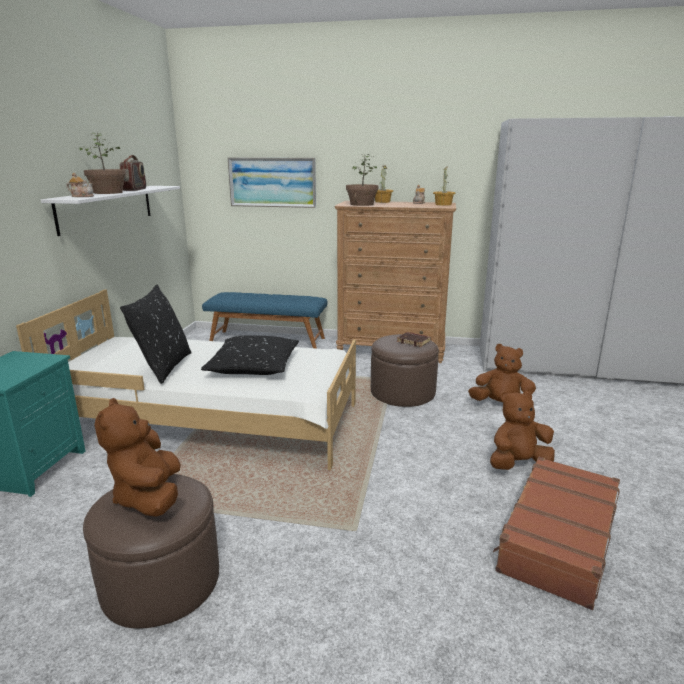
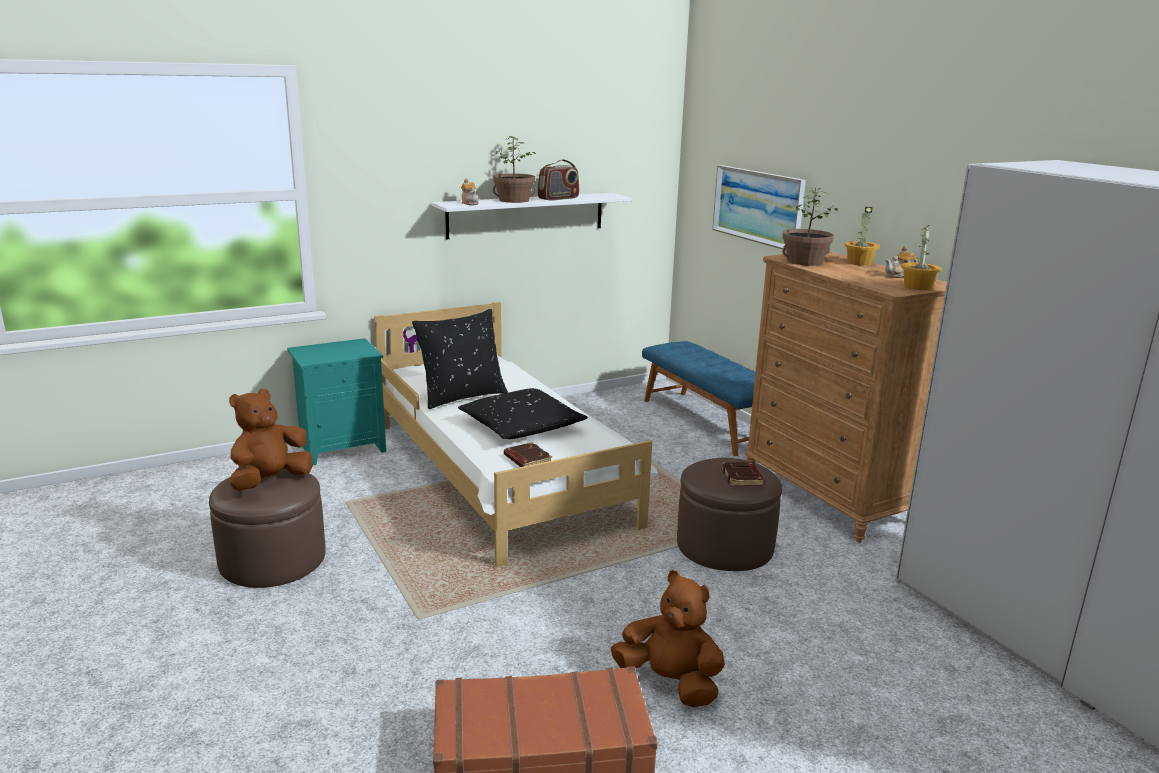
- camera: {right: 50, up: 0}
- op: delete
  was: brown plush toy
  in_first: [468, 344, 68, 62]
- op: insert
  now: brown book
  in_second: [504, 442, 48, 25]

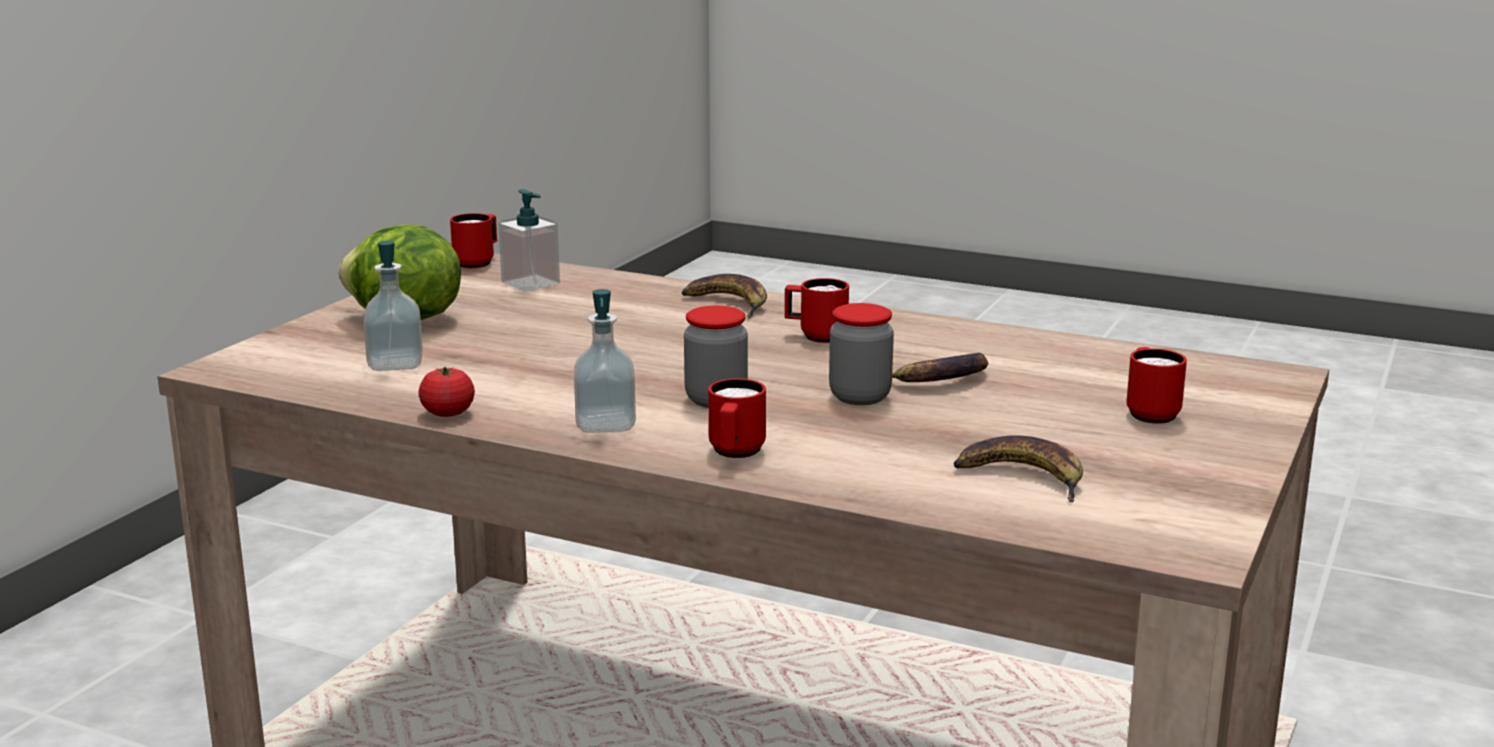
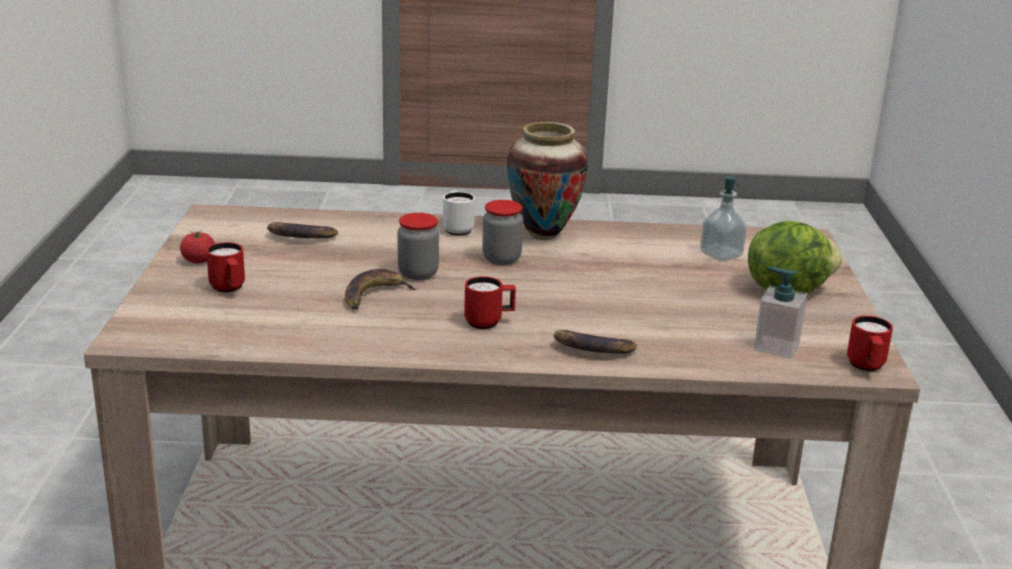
- camera: {right: 155, up: 5}
- op: replace
  was: soap dispenser
  now: vase
  in_first: [574, 289, 62, 144]
  in_second: [507, 122, 81, 118]
- op: move
  was: tomato
  in_first: [419, 367, 56, 50]
  in_second: [180, 231, 35, 32]
- op: recolor
  was: red mug
  now: white mug
  in_first: [708, 378, 58, 80]
  in_second: [443, 190, 32, 46]

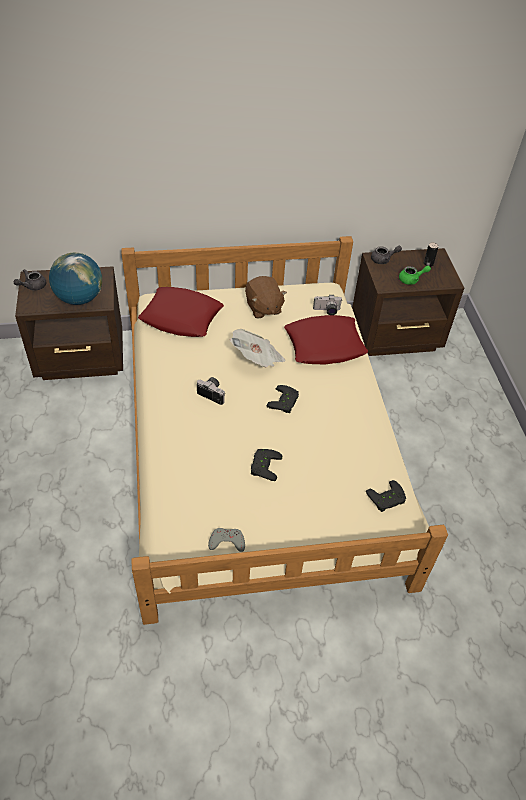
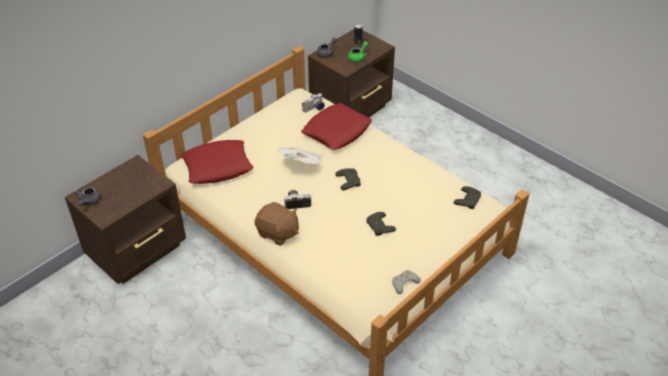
- camera: {right: -35, up: -5}
- op: delete
  was: globe
  in_first: [49, 253, 53, 52]
- op: move
  was: brown plush toy
  in_first: [245, 276, 42, 43]
  in_second: [255, 202, 44, 44]

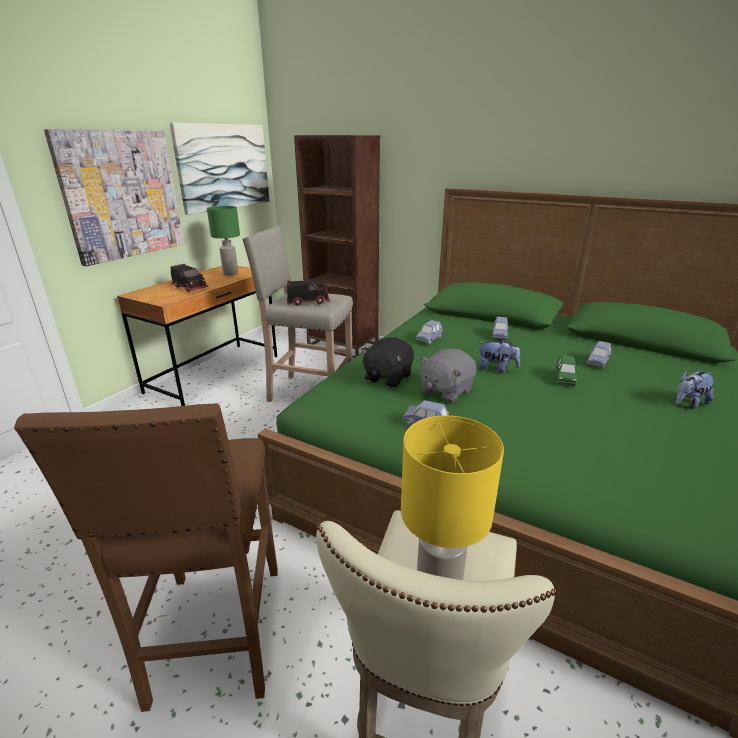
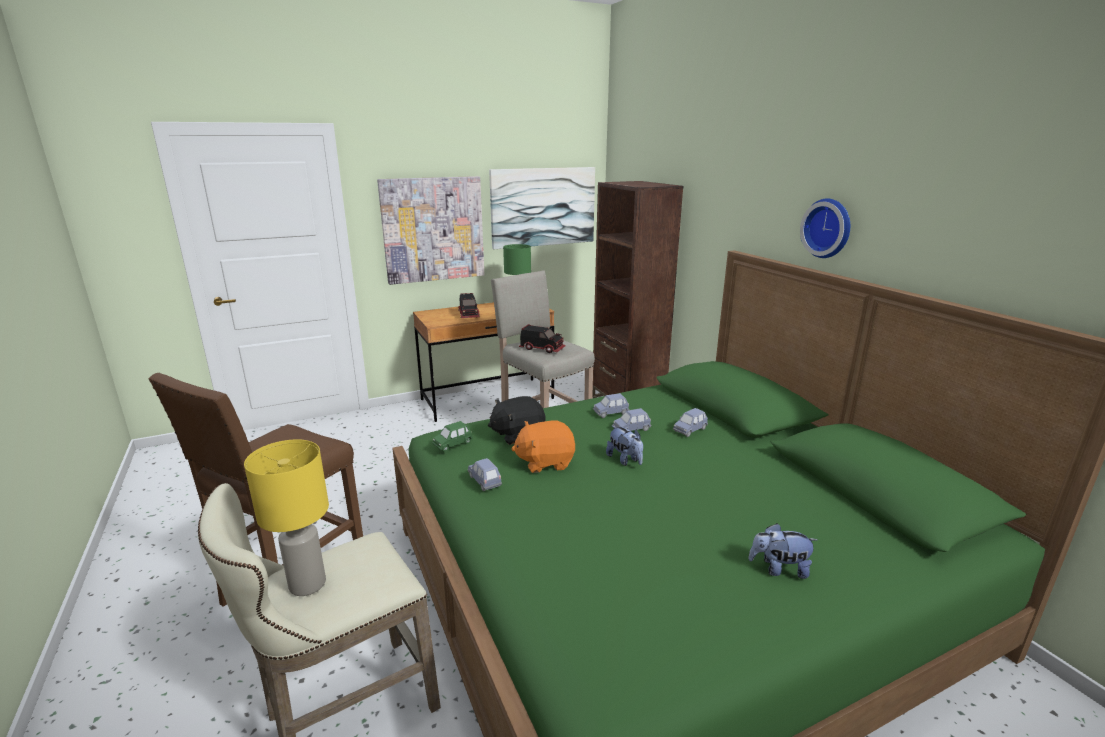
- camera: {right: 35, up: -5}
- op: move
  was: blue toy car
  in_first: [587, 341, 25, 28]
  in_second: [613, 408, 38, 23]
- op: recolor
  was: grey plush toy
  now: orange plush toy
  in_first: [419, 349, 58, 54]
  in_second: [511, 420, 64, 53]
- op: move
  was: green toy car
  in_first: [556, 355, 23, 31]
  in_second: [432, 421, 41, 31]
- op: insert
  now: wall clock
  in_second: [800, 198, 50, 60]

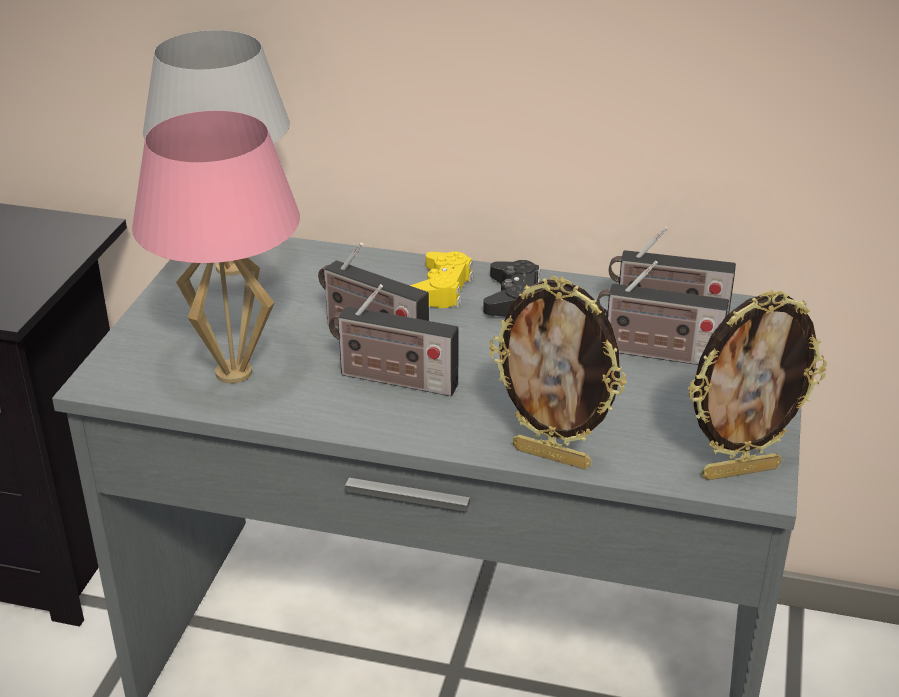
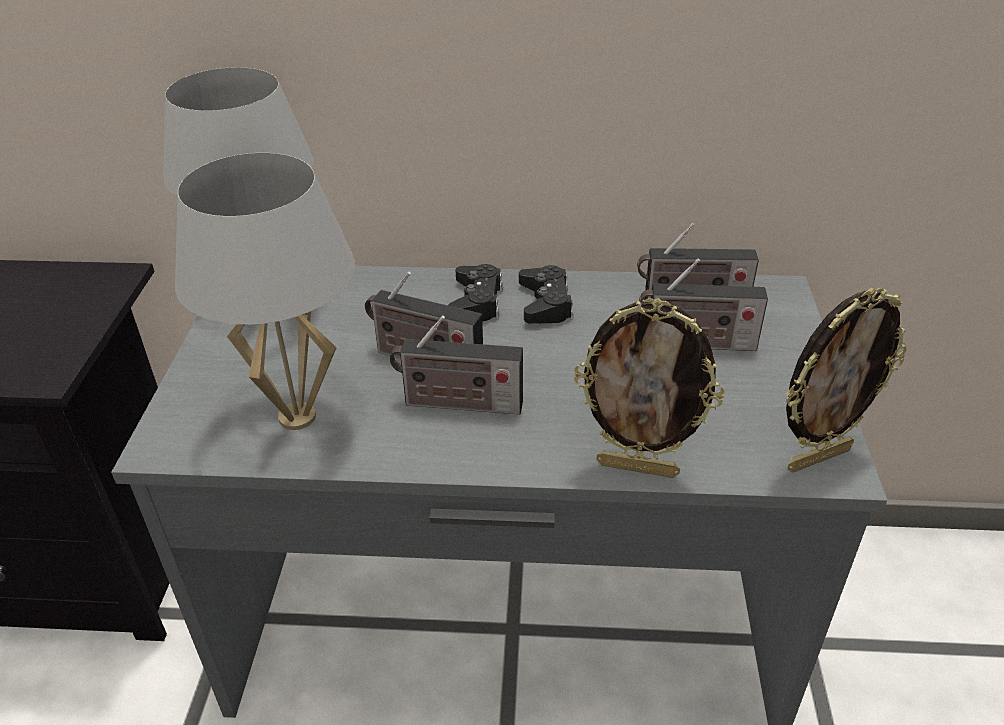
- camera: {right: -10, up: 5}
- op: recolor
  was: pink table lamp
  now: white table lamp
  in_first: [132, 111, 168, 273]
  in_second: [175, 153, 180, 277]
- op: recolor
  was: yellow game controller
  now: black game controller
  in_first: [410, 252, 63, 56]
  in_second: [448, 264, 55, 57]

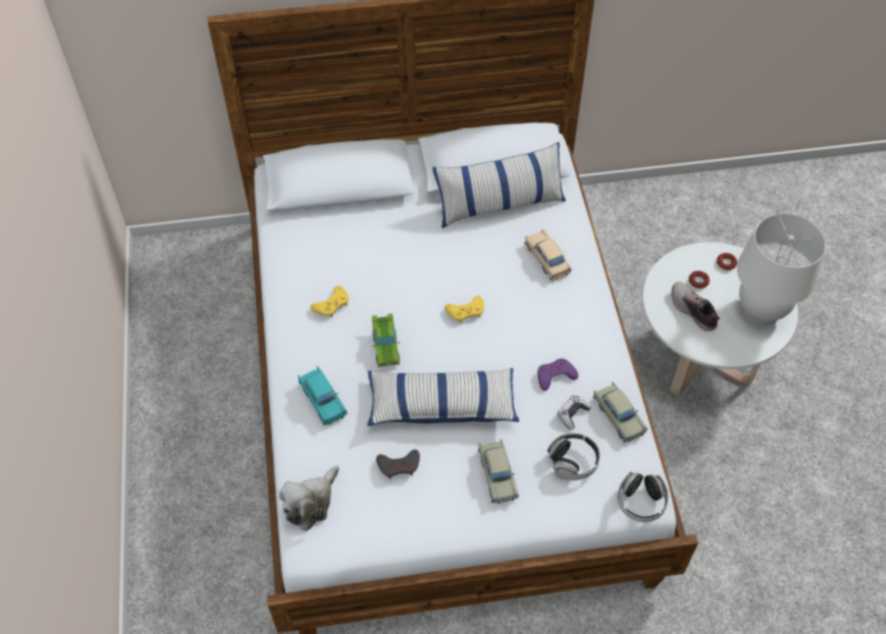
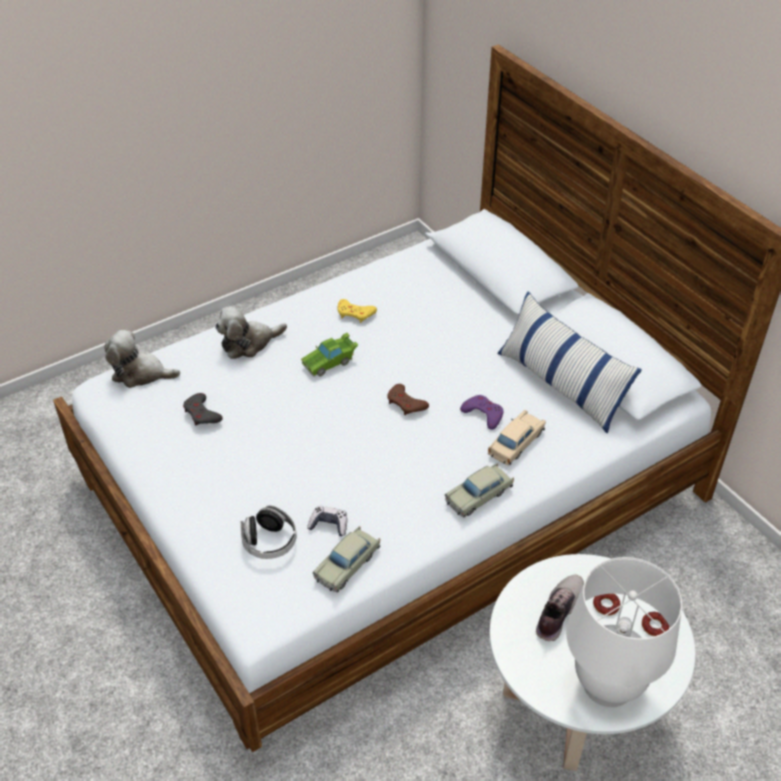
- camera: {right: 65, up: -10}
- op: recolor
  was: yellow game controller
  now: brown game controller
  in_first: [445, 296, 39, 27]
  in_second: [387, 384, 42, 31]
- op: move
  was: purple game controller
  in_first: [538, 358, 40, 33]
  in_second: [460, 395, 43, 35]
- op: replace
  was: turquoise toy car
  now: plush toy
  in_first: [298, 366, 49, 59]
  in_second: [215, 306, 72, 53]
- op: delete
  was: pillow
  in_first: [367, 368, 152, 58]
- op: move
  was: beige toy car
  in_first: [478, 439, 41, 65]
  in_second: [445, 463, 69, 54]
- op: delete
  was: headphones
  in_first: [618, 472, 50, 50]

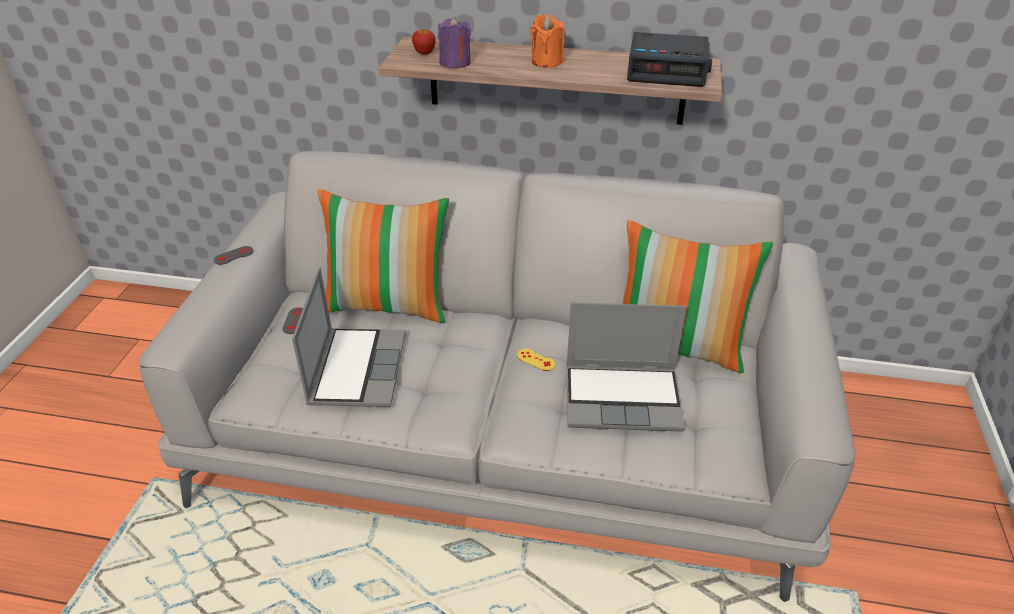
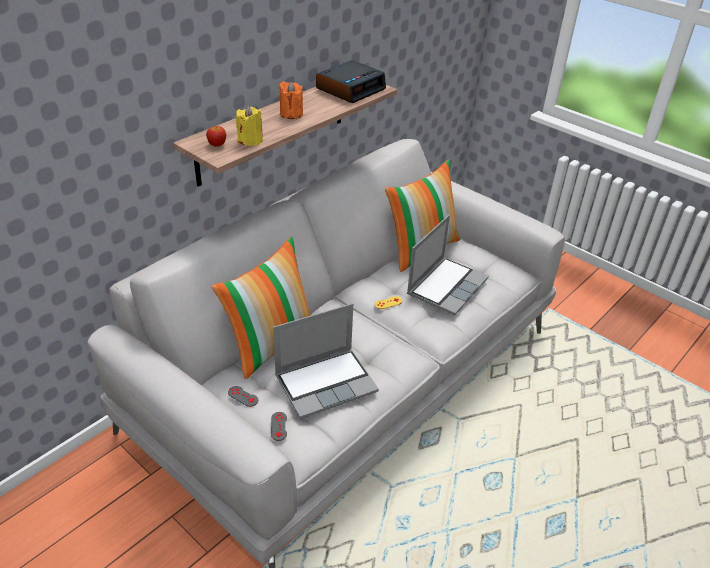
- camera: {right: -60, up: 0}
- op: recolor
  was: purple candle
  now: yellow candle
  in_first: [438, 16, 33, 52]
  in_second: [236, 106, 27, 40]
- op: move
  was: grey game controller
  in_first: [214, 246, 39, 19]
  in_second: [271, 412, 16, 29]
- op: rotate
  was: laptop
  in_first: [292, 267, 114, 140]
  in_second: [273, 303, 106, 116]
  clockwise: 120

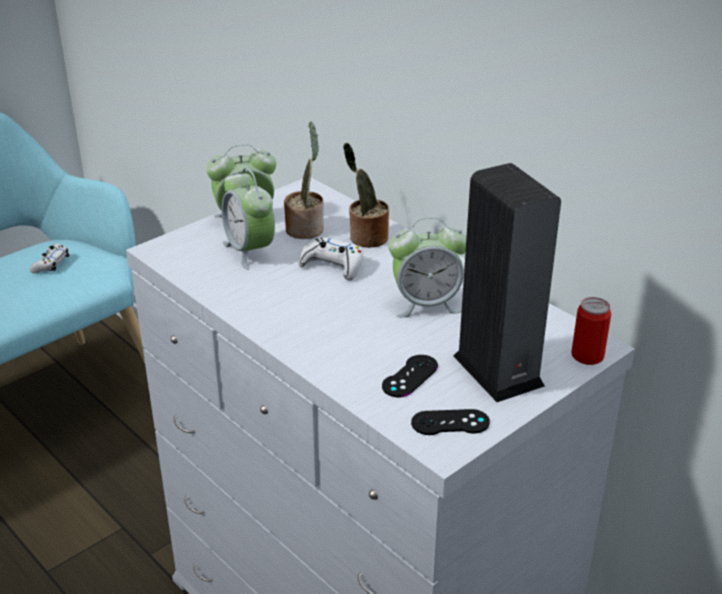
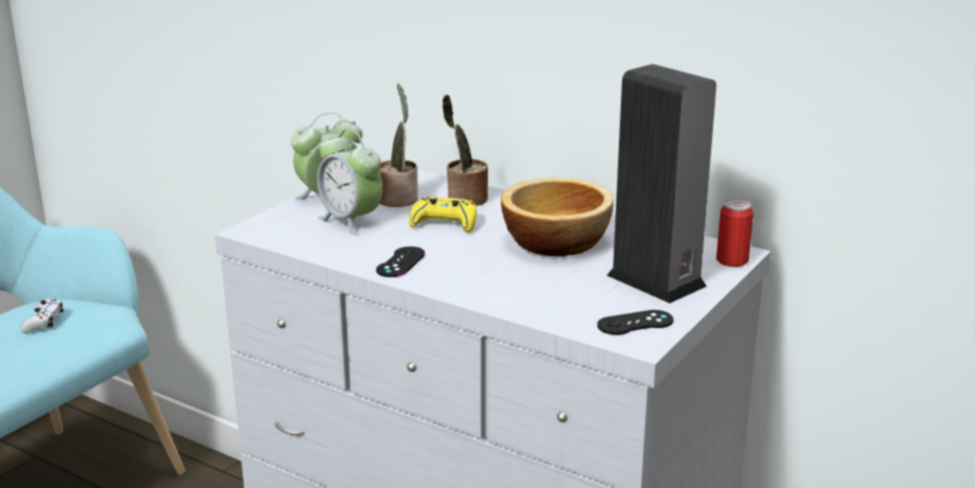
- camera: {right: -15, up: -10}
- op: replace
  was: alarm clock
  now: bowl
  in_first: [388, 217, 78, 100]
  in_second: [501, 178, 113, 79]
- op: recolor
  was: white game controller
  now: yellow game controller
  in_first: [298, 237, 65, 43]
  in_second: [409, 197, 68, 35]
- op: move
  was: black game controller
  in_first: [382, 355, 56, 42]
  in_second: [376, 246, 49, 31]

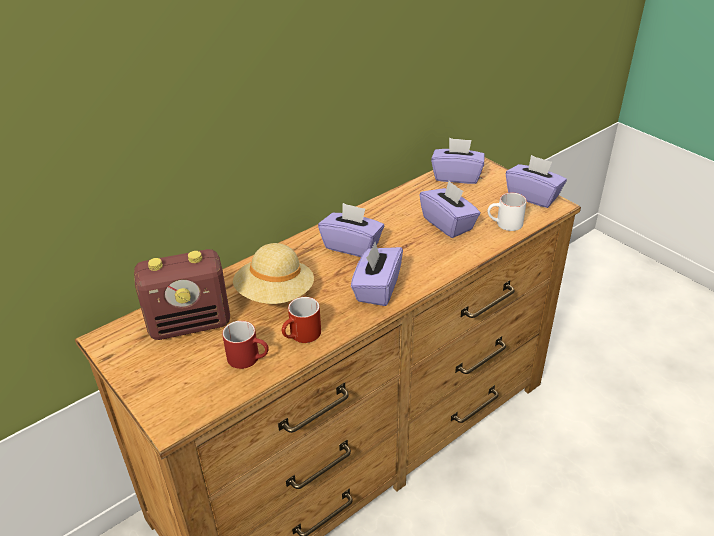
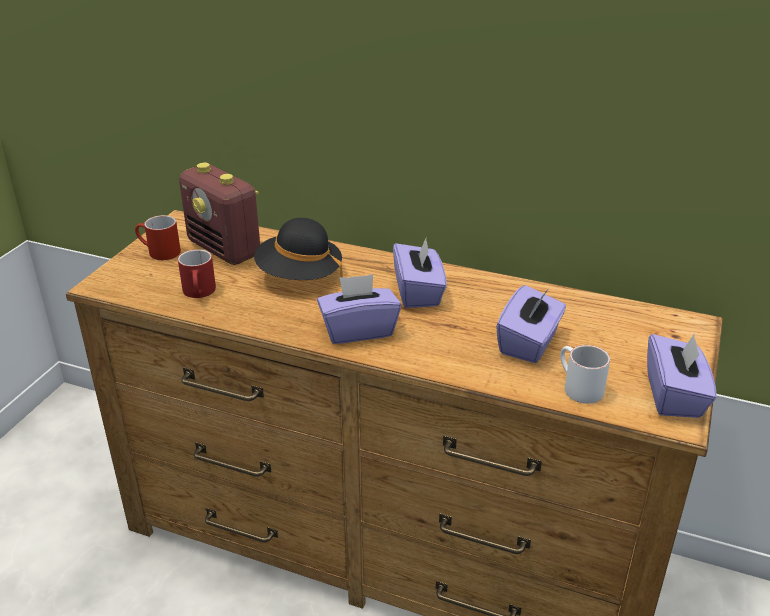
- camera: {right: 60, up: -5}
- op: delete
  was: purple tissue box
  in_first: [431, 138, 54, 46]
- op: recolor
  was: beige hat
  now: black hat
  in_first: [233, 243, 81, 61]
  in_second: [254, 218, 89, 62]
- op: move
  was: red mug
  in_first: [282, 297, 39, 46]
  in_second: [135, 215, 46, 45]

